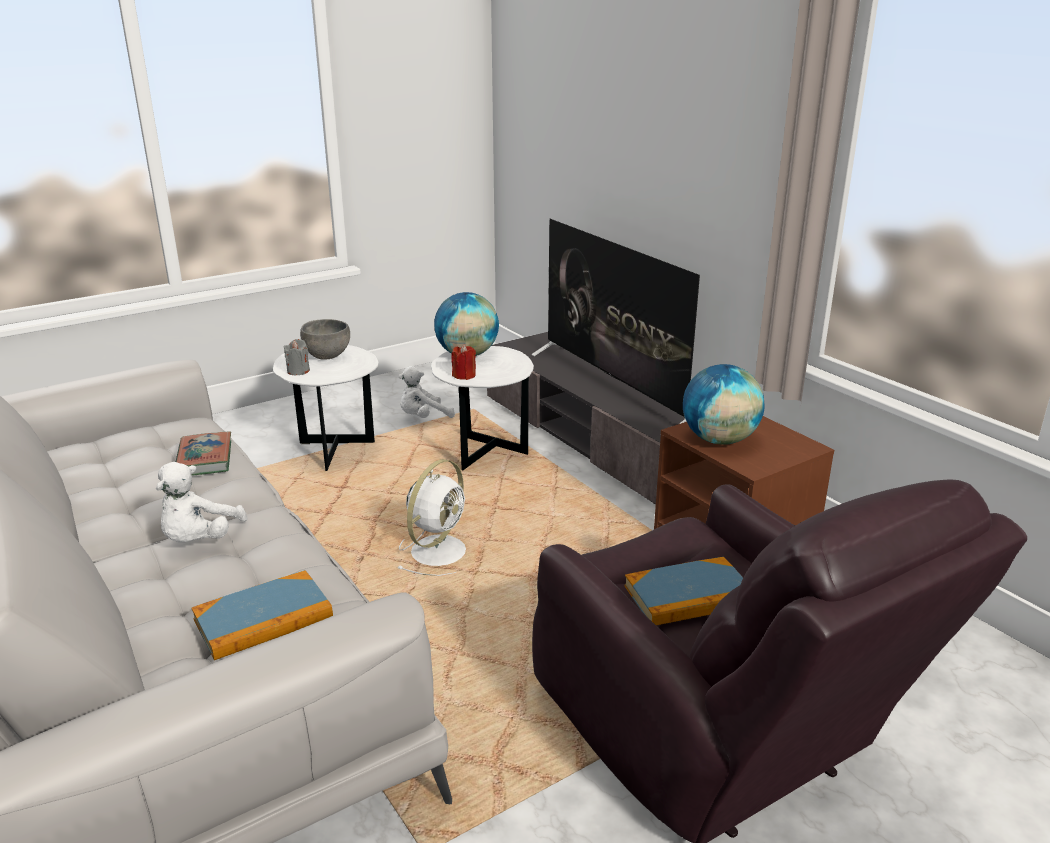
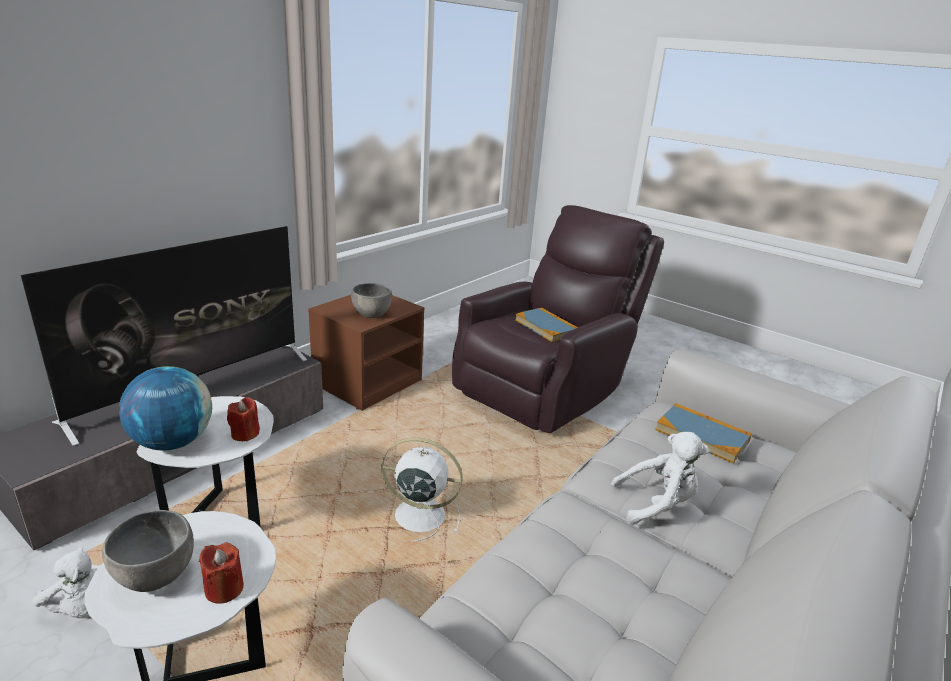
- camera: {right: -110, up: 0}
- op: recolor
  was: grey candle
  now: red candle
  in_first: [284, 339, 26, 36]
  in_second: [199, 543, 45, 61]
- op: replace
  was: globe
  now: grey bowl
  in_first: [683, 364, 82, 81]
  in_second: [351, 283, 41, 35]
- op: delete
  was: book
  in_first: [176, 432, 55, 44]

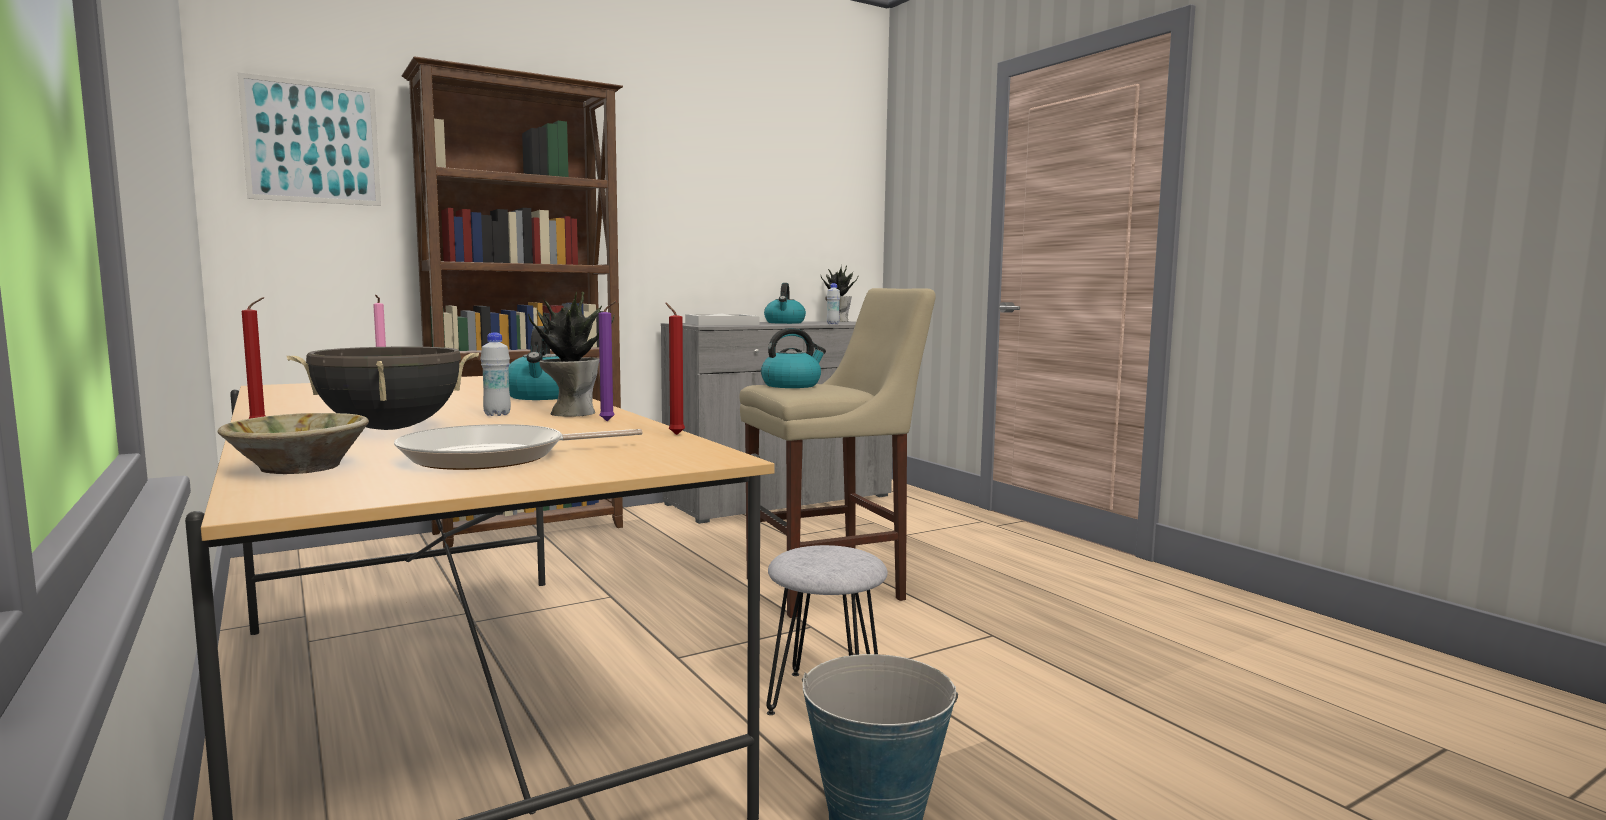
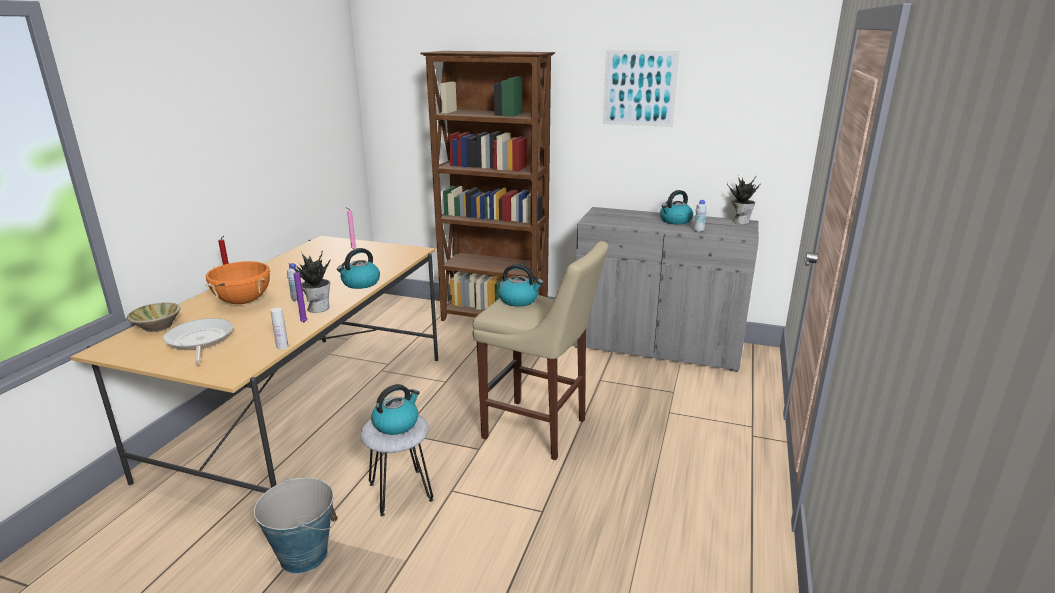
- camera: {right: 50, up: 15}
- op: move
  was: picture
  in_first: [238, 72, 143, 134]
  in_second: [603, 50, 76, 77]
- op: replace
  was: red candle
  now: white bottle
  in_first: [665, 302, 20, 133]
  in_second: [271, 308, 18, 42]
- op: delete
  was: white tray
  in_first: [685, 313, 75, 12]
- op: recolor
  was: black cooking pot
  now: orange cooking pot
  in_first: [287, 346, 192, 84]
  in_second: [205, 261, 65, 43]
- op: rotate
  was: frying pan
  in_first: [394, 424, 249, 46]
  in_second: [163, 318, 70, 47]
  clockwise: 45
- op: insert
  now: kettle
  in_second: [371, 384, 48, 51]

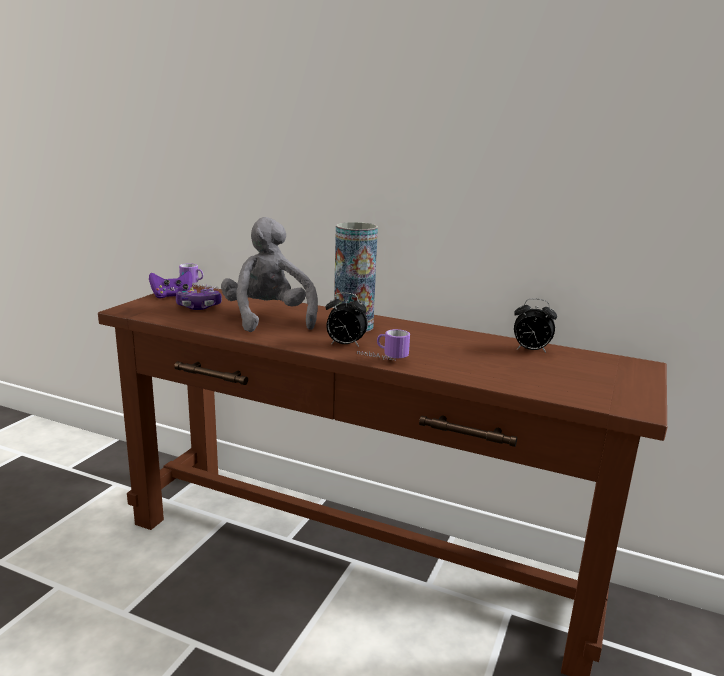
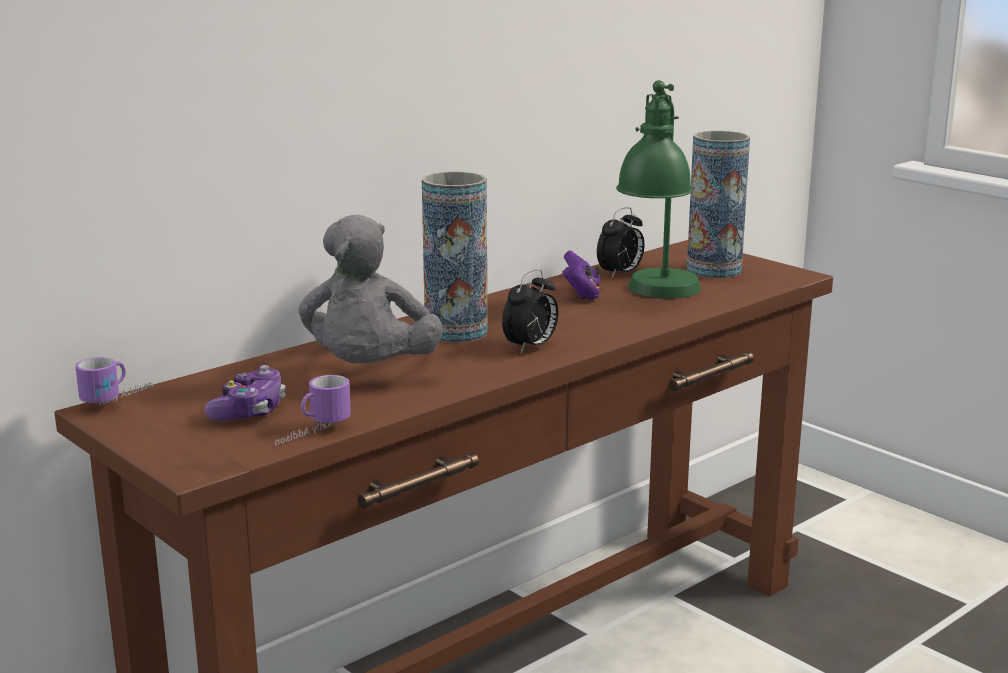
- camera: {right: -65, up: 0}
- op: rotate
  was: grey plush toy
  in_first: [221, 217, 97, 115]
  in_second: [298, 214, 145, 150]
  clockwise: -90
- op: move
  was: purple game controller
  in_first: [149, 271, 44, 28]
  in_second: [562, 250, 39, 50]
- op: move
  was: mug
  in_first: [357, 329, 53, 31]
  in_second: [275, 375, 76, 71]
- op: insert
  now: green table lamp
  in_second: [616, 80, 85, 219]
- op: insert
  now: vase
  in_second: [687, 131, 63, 147]

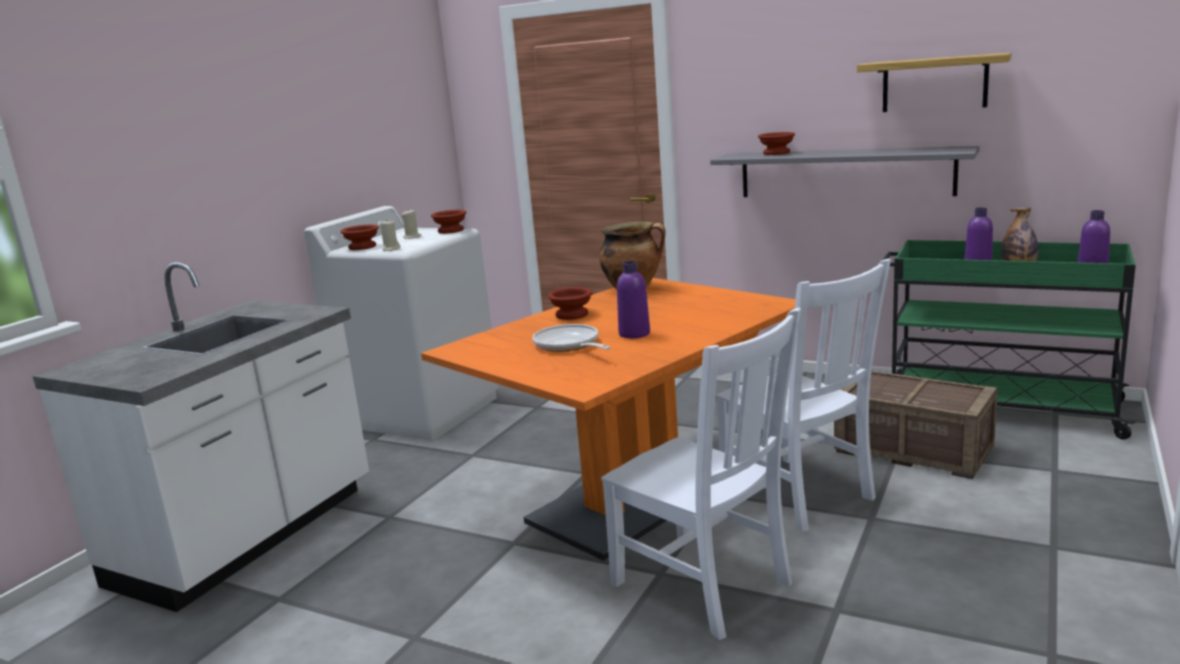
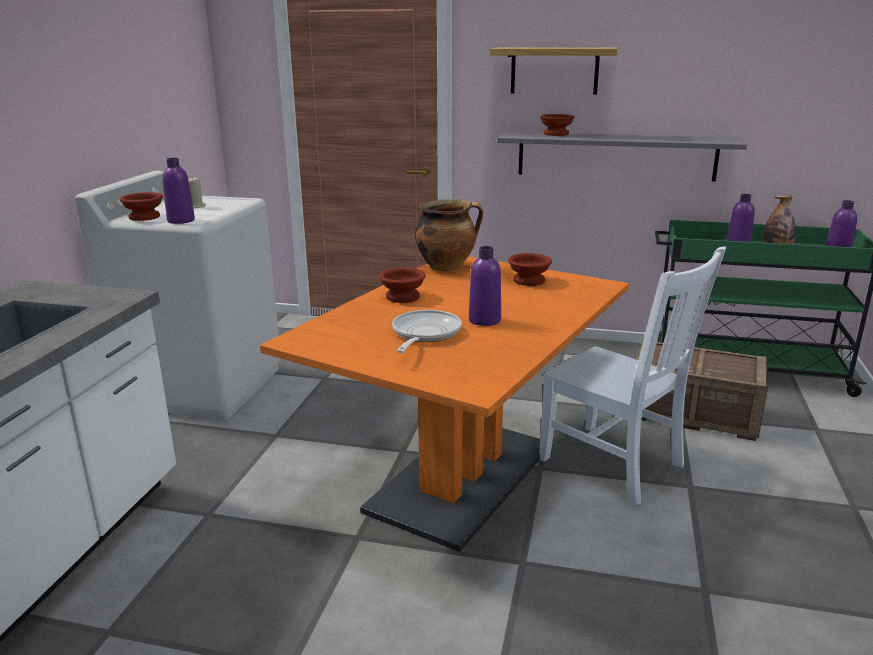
- camera: {right: -15, up: 5}
- op: move
  was: shelf
  in_first: [857, 53, 154, 59]
  in_second: [490, 47, 128, 48]
- op: move
  was: brown bowl
  in_first: [431, 210, 36, 24]
  in_second: [508, 253, 44, 33]
- op: replace
  was: beige candle
  now: purple bottle
  in_first: [380, 219, 21, 32]
  in_second: [162, 158, 33, 66]
- op: delete
  was: white chair
  in_first: [601, 308, 200, 332]
- op: rotate
  was: frying pan
  in_first: [532, 324, 79, 28]
  in_second: [392, 310, 70, 43]
  clockwise: 60

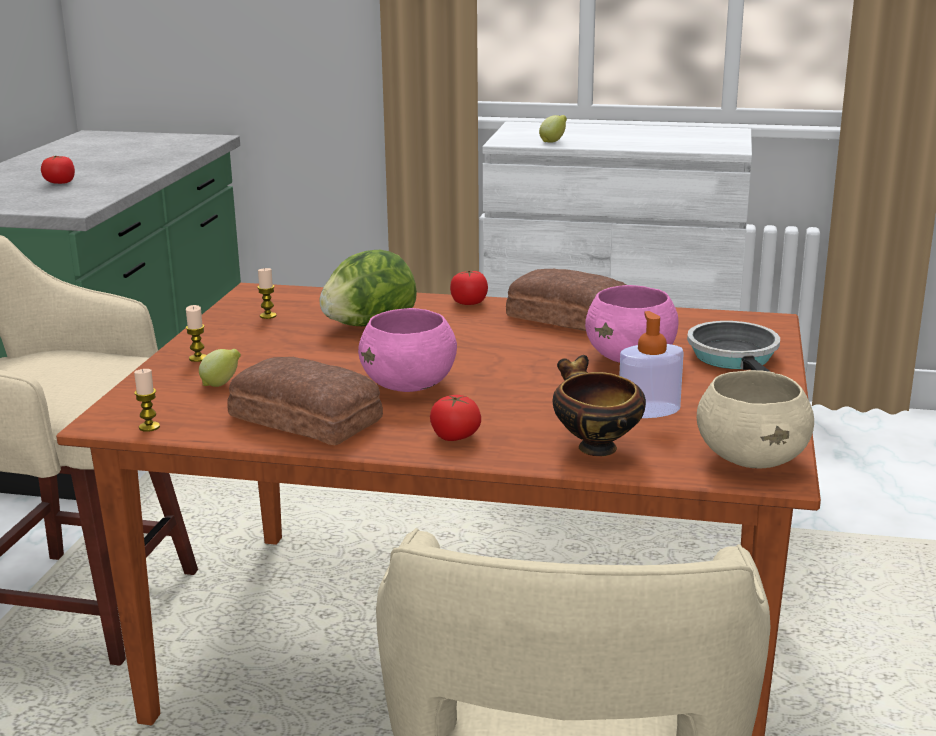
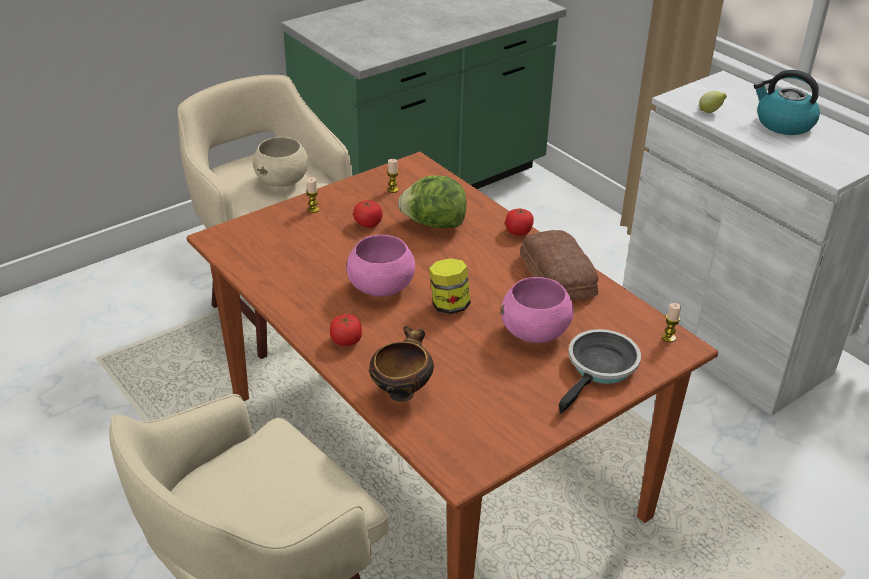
- camera: {right: 40, up: 15}
- op: move
  was: tomato
  in_first: [41, 156, 34, 28]
  in_second: [353, 200, 30, 28]
- op: delete
  was: soap dispenser
  in_first: [619, 311, 65, 107]
- op: delete
  was: lemon
  in_first: [199, 349, 42, 38]
- op: delete
  was: bread
  in_first: [227, 357, 156, 88]
- op: move
  was: candle
  in_first: [134, 369, 26, 63]
  in_second: [662, 303, 19, 39]
- op: move
  was: beige bowl
  in_first: [697, 370, 117, 98]
  in_second: [253, 137, 55, 50]
- op: insert
  now: kettle
  in_second: [753, 70, 67, 65]
- op: insert
  now: jar
  in_second: [429, 258, 42, 56]

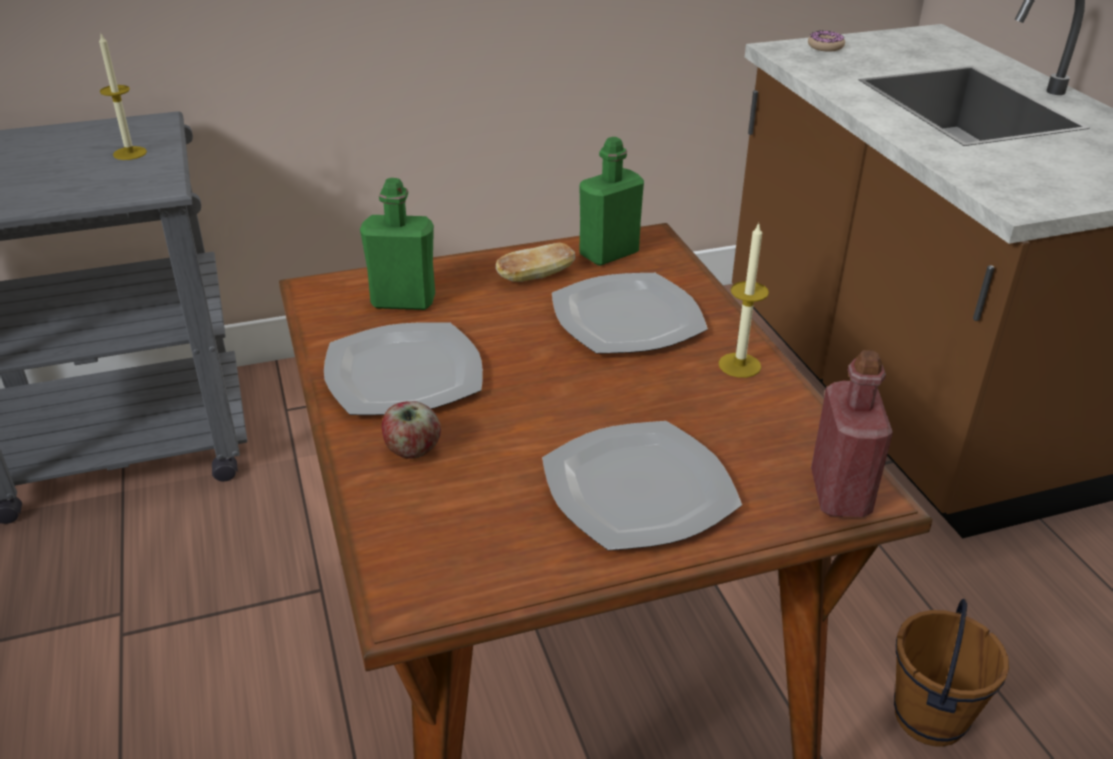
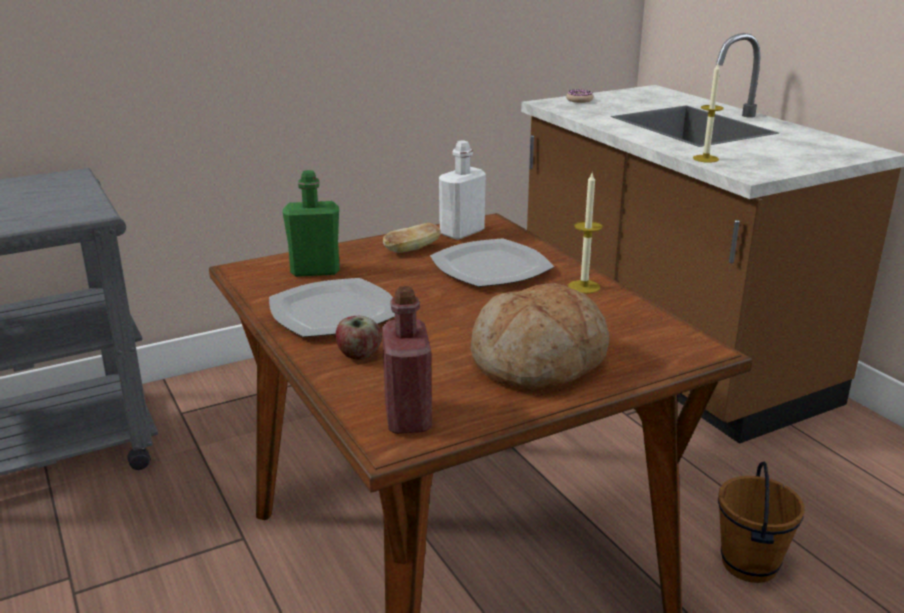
- camera: {right: -10, up: -10}
- op: move
  was: candle
  in_first: [99, 32, 48, 128]
  in_second: [693, 64, 31, 99]
- op: recolor
  was: green bottle
  now: white bottle
  in_first: [579, 137, 65, 129]
  in_second: [439, 140, 47, 100]
- op: move
  was: red bottle
  in_first: [811, 350, 82, 167]
  in_second: [382, 286, 50, 148]
- op: replace
  was: plate
  now: bread
  in_first: [542, 421, 200, 130]
  in_second: [471, 283, 139, 108]

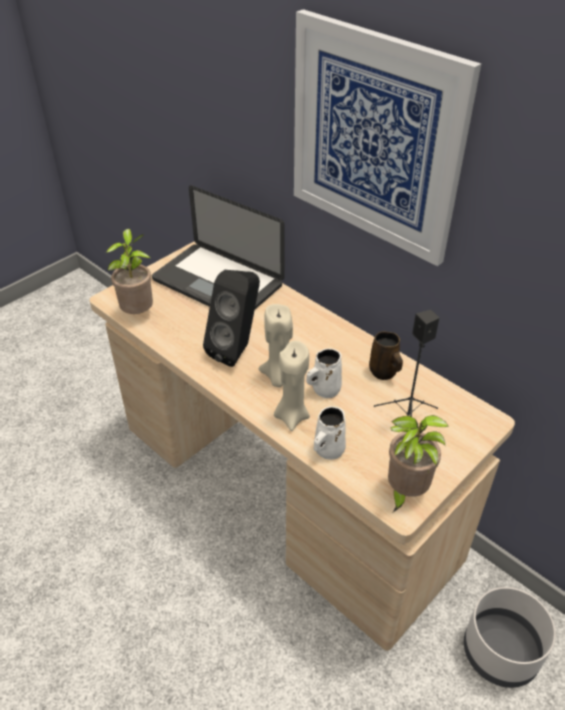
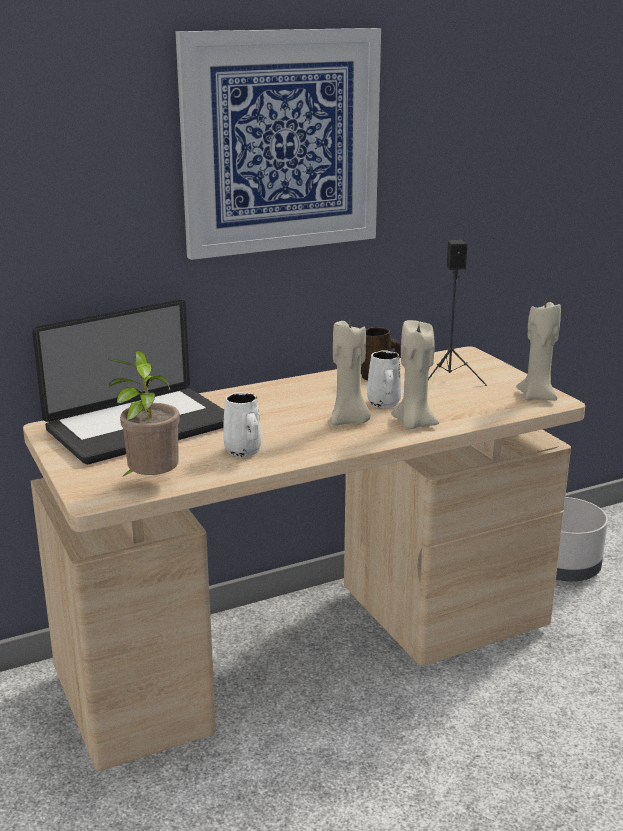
- camera: {right: -70, up: -20}
- op: delete
  was: black speaker
  in_first: [203, 270, 57, 97]
- op: move
  was: white mug
  in_first: [313, 406, 33, 54]
  in_second: [223, 392, 38, 65]
- op: replace
  was: potted plant
  now: beige candle
  in_first: [388, 415, 61, 97]
  in_second: [516, 302, 45, 99]

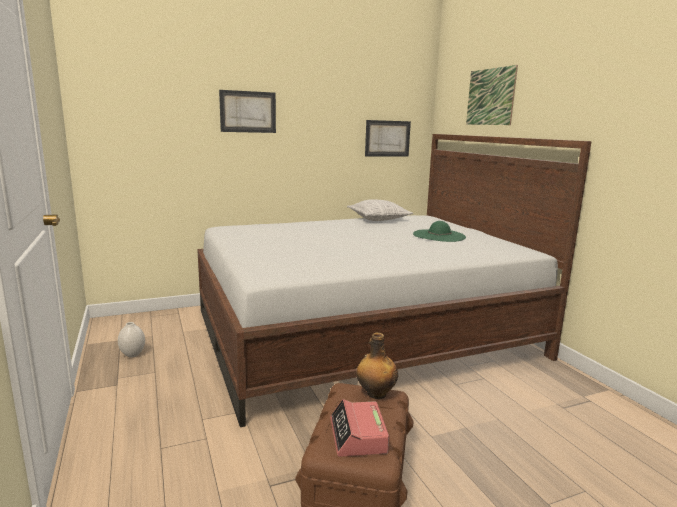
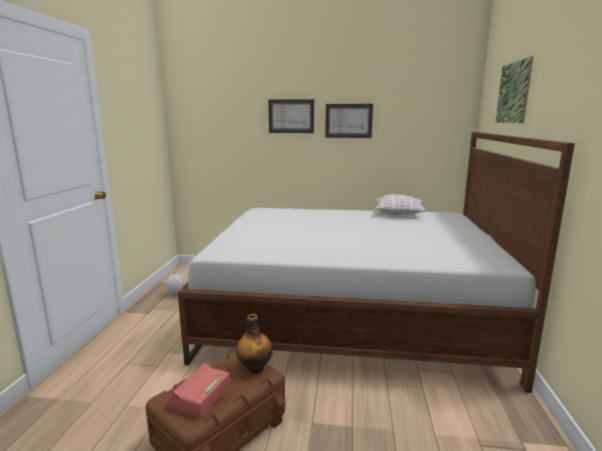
- camera: {right: 30, up: 0}
- op: move
  was: picture
  in_first: [365, 120, 46, 36]
  in_second: [325, 104, 48, 34]
- op: delete
  was: green hat
  in_first: [413, 221, 53, 21]

